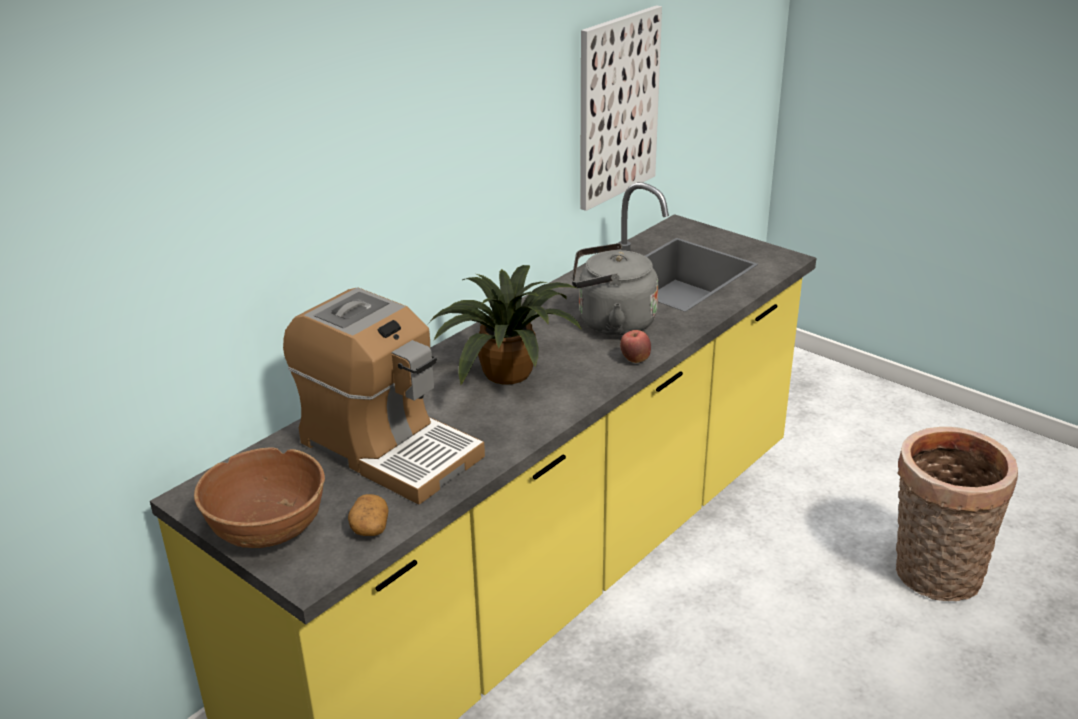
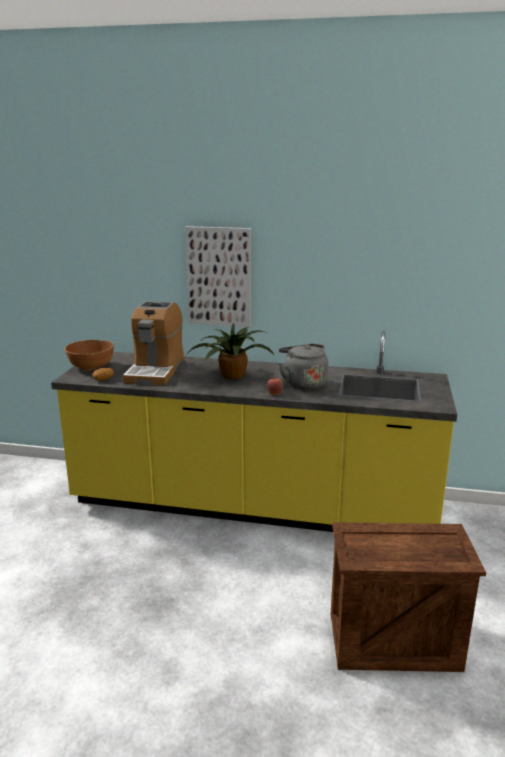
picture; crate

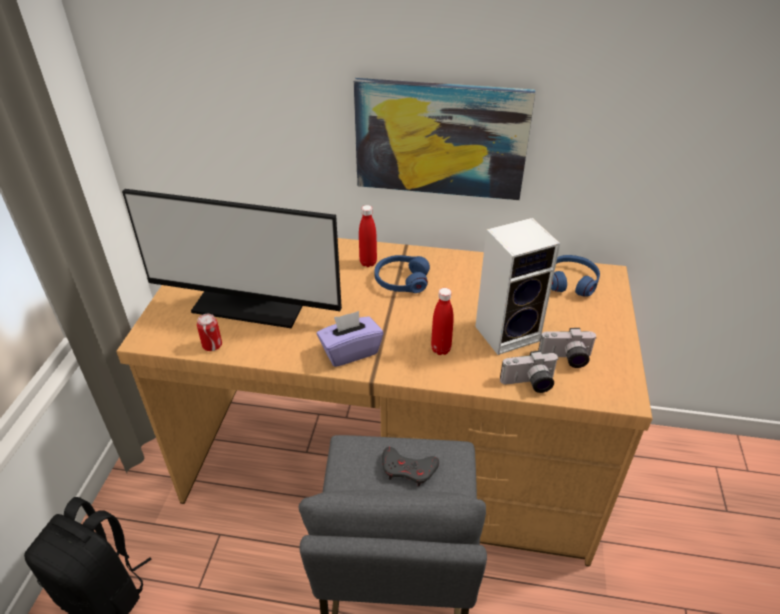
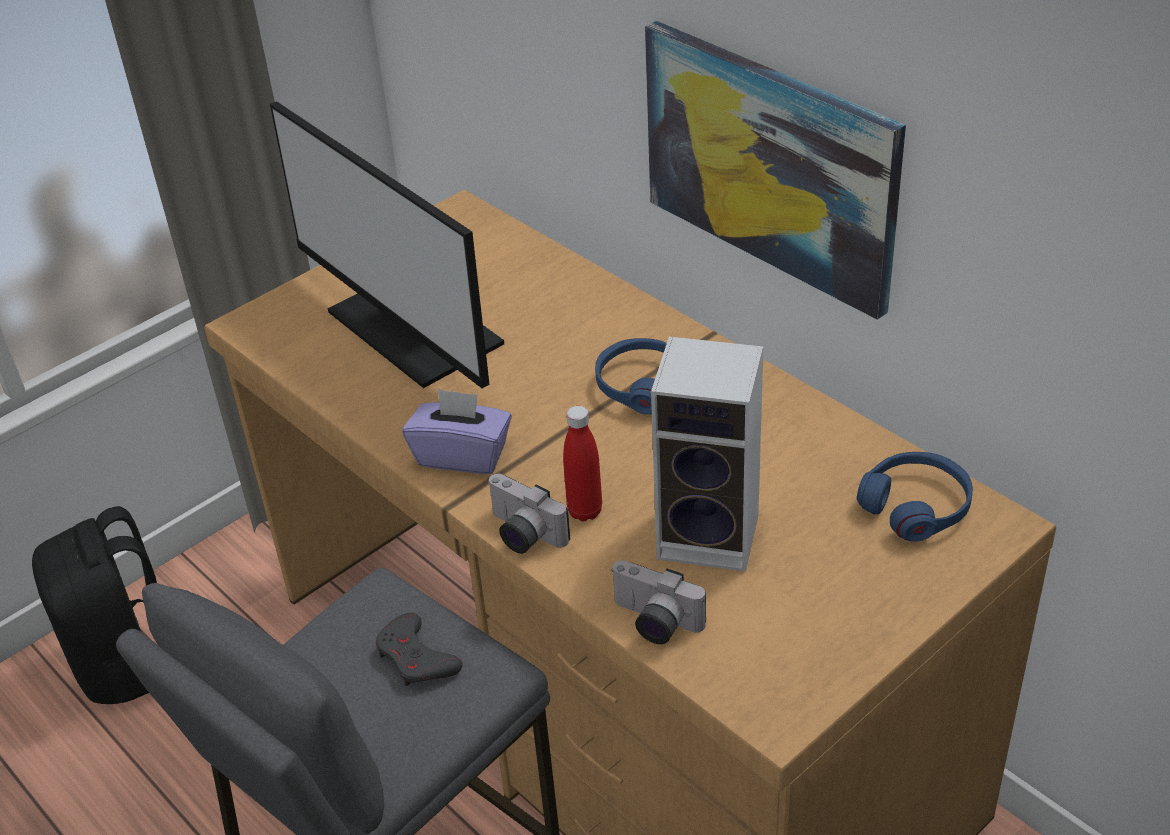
photo camera (1st from left); can; red bottle (1st from left in the first image)

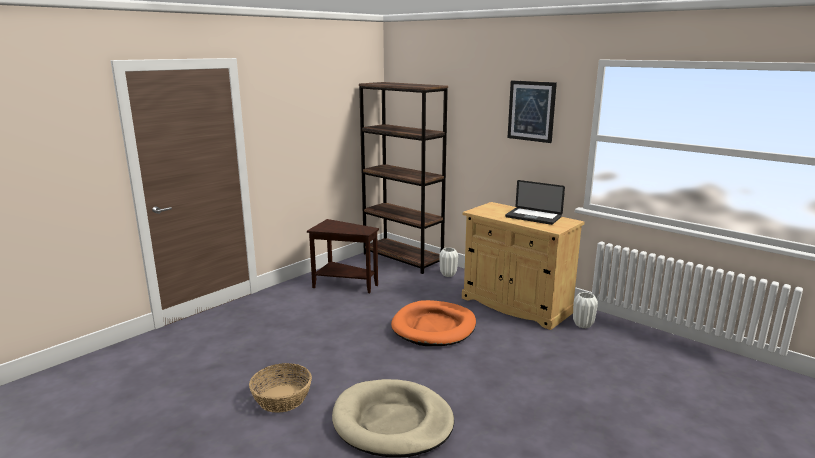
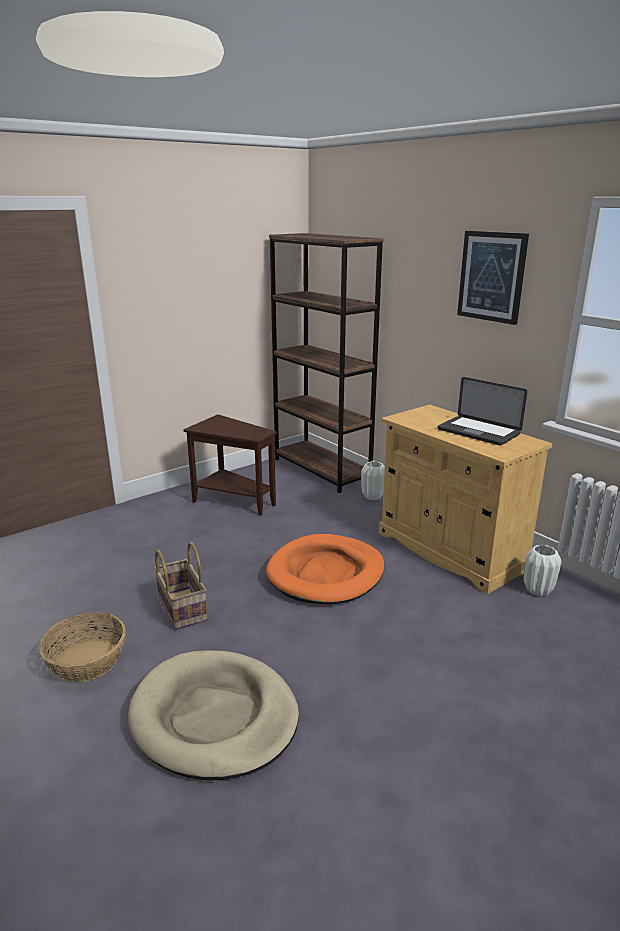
basket (2nd from left)

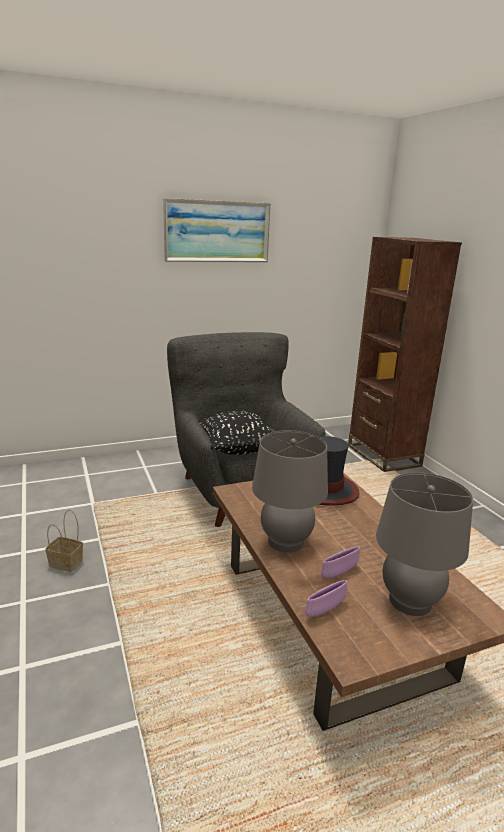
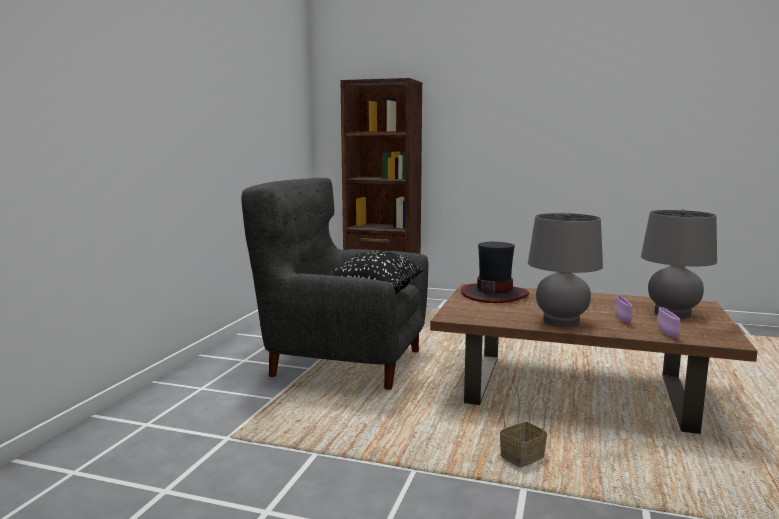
basket; picture

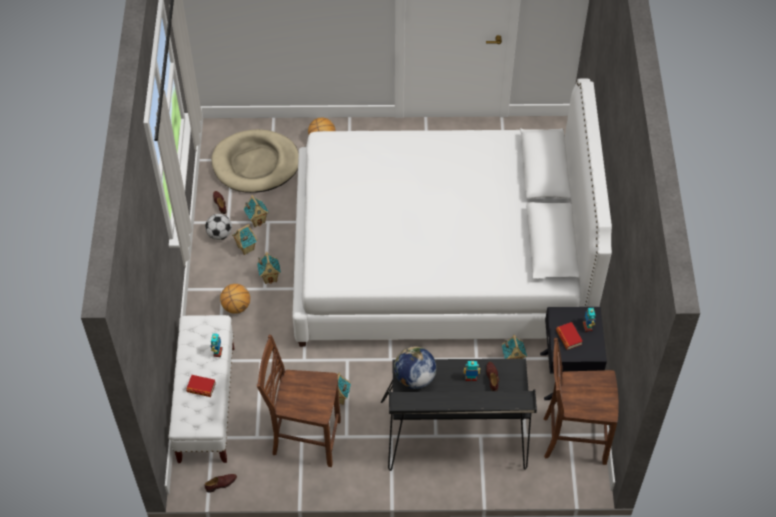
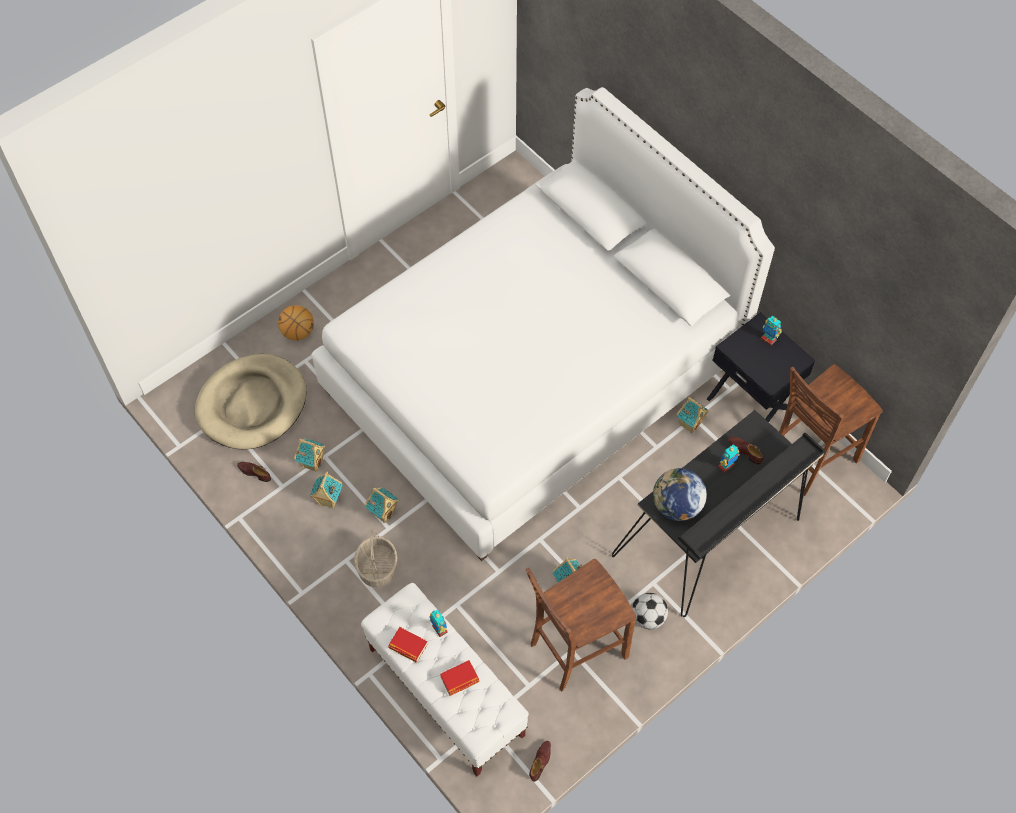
basket; book (1st from left); football

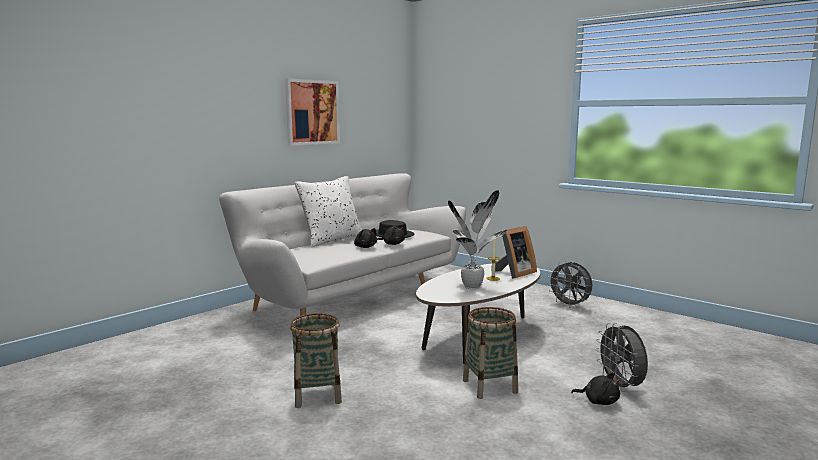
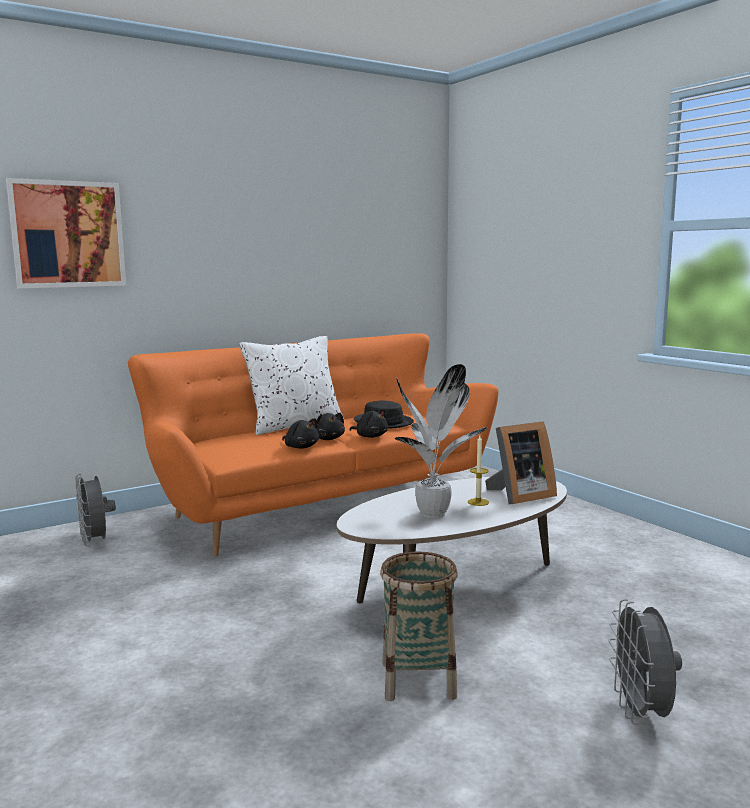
picture; grey fan (1st from left); orange sofa; black plush toy (1st from left); basket (1st from left in the first image)

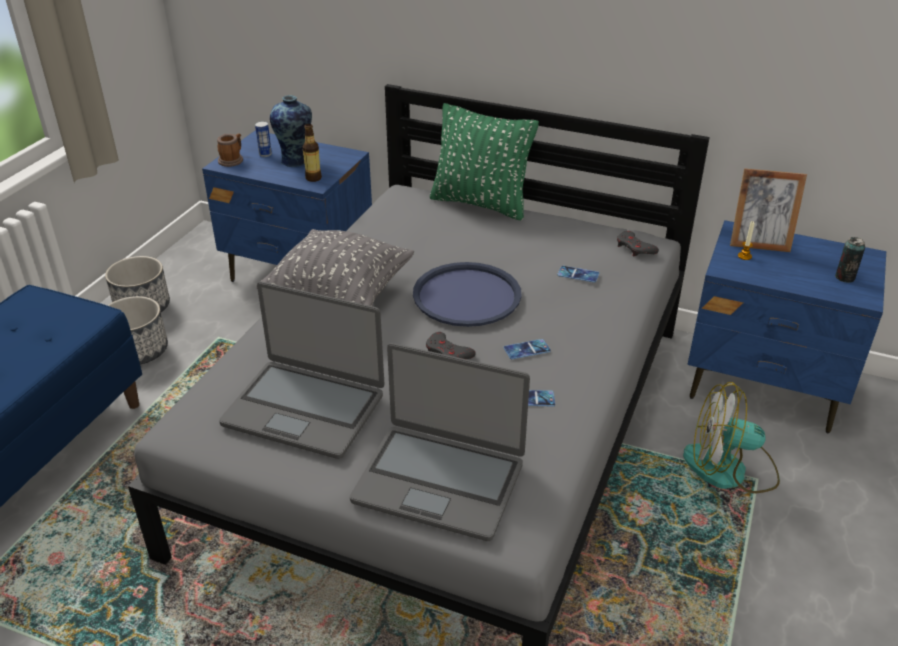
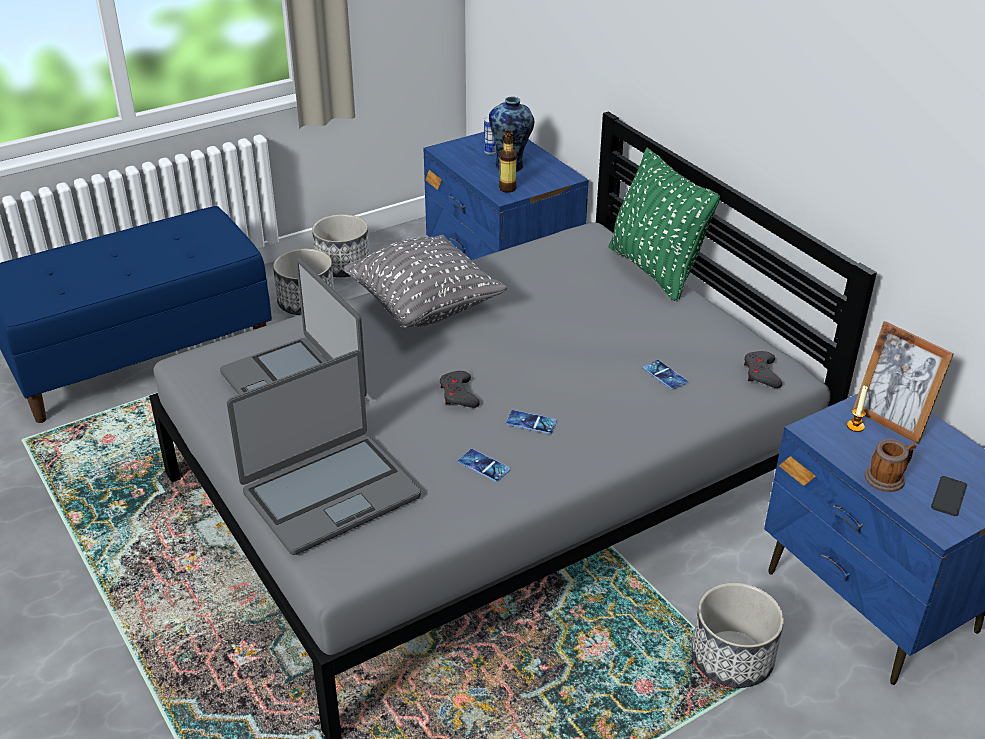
laptop (2nd from left); planter (3rd from left); mug; phone (4th from left); blue tray

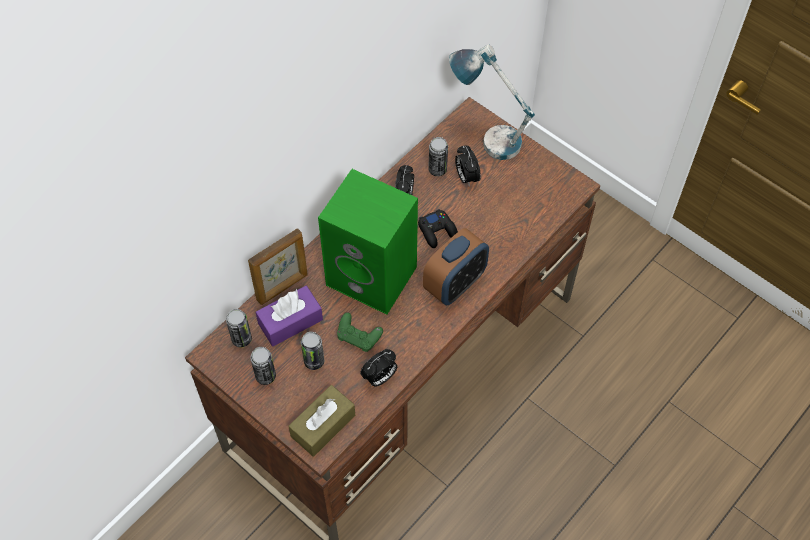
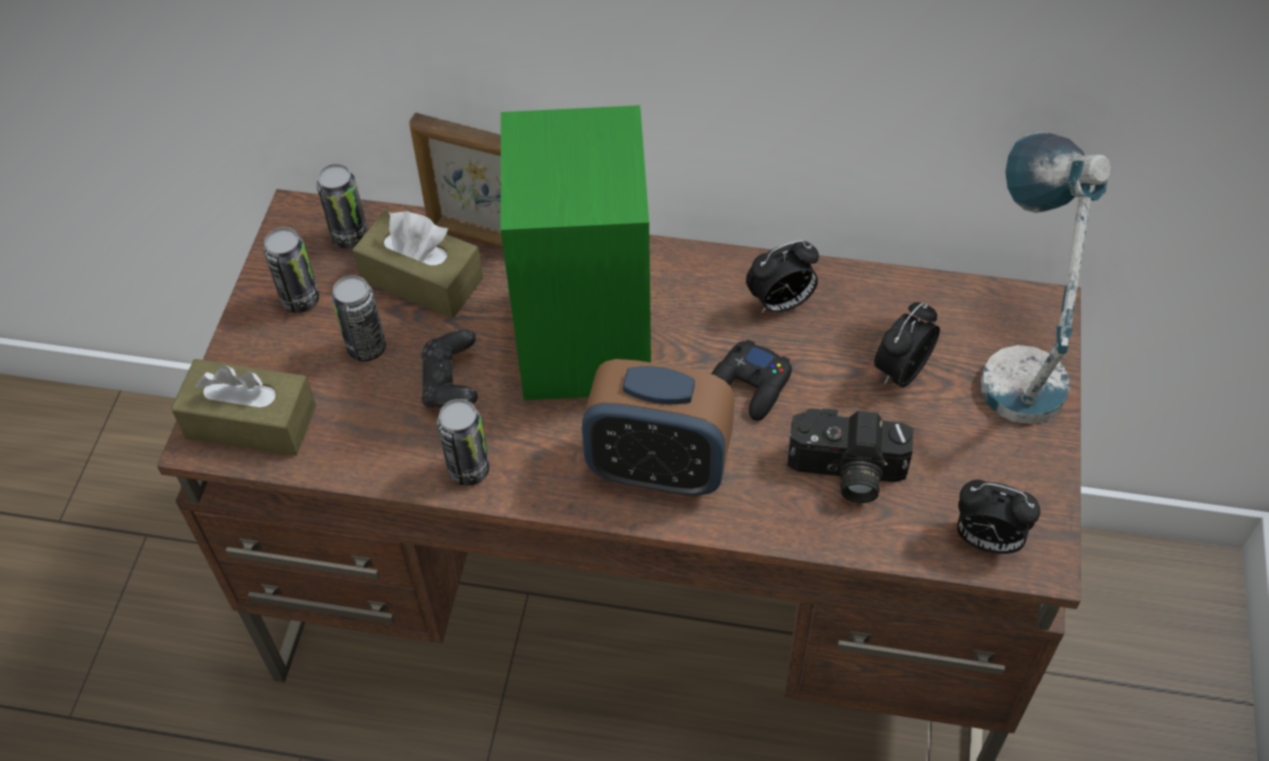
brown tissue box (2nd from left); black game controller (1st from left); can (4th from left); photo camera; alarm clock (4th from left)

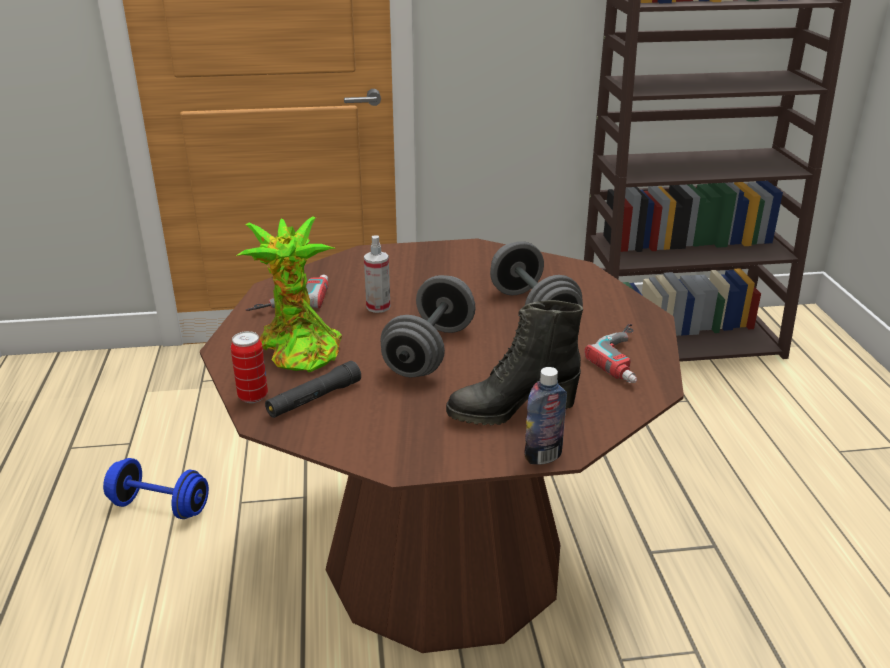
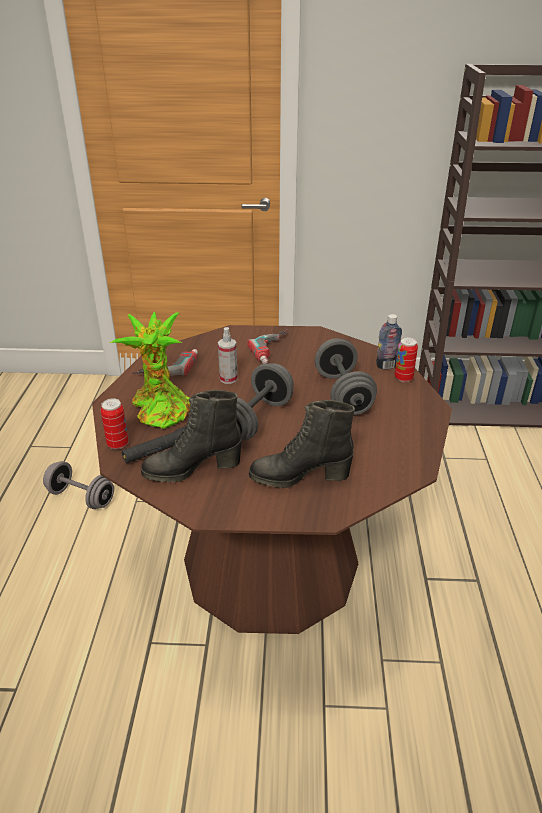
grey dumbbell (1st from left); black boot (1st from left); power drill (2nd from left); bottle; can (2nd from left)

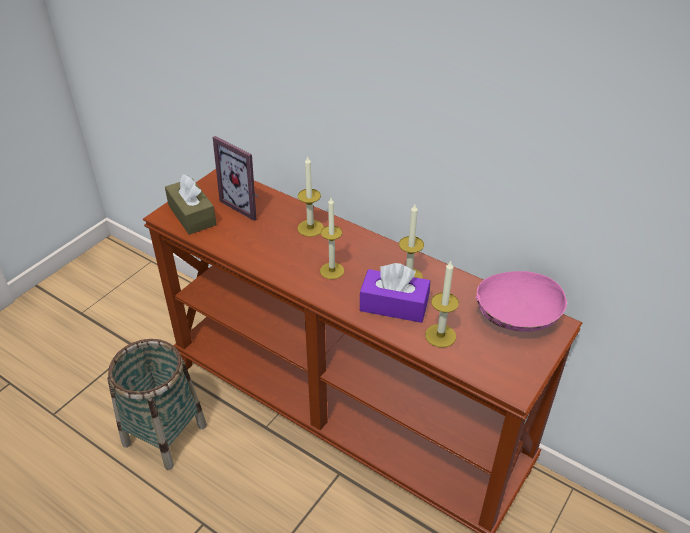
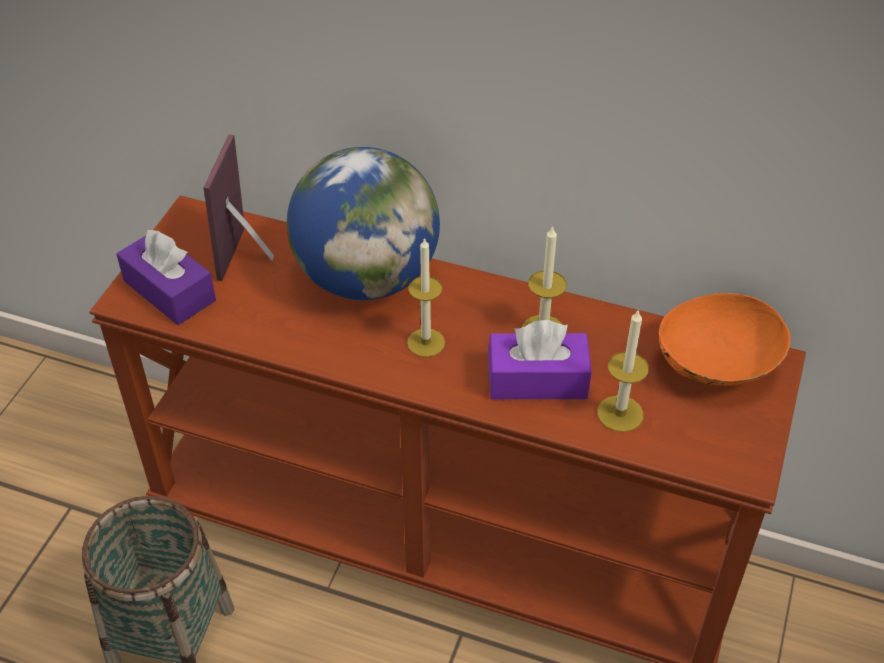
purple tissue box (1st from left); picture frame; globe; orange bowl

